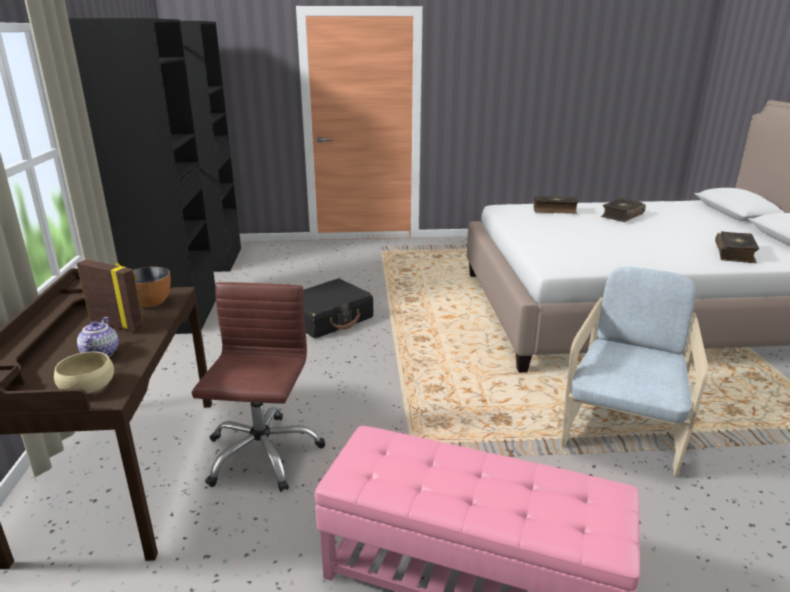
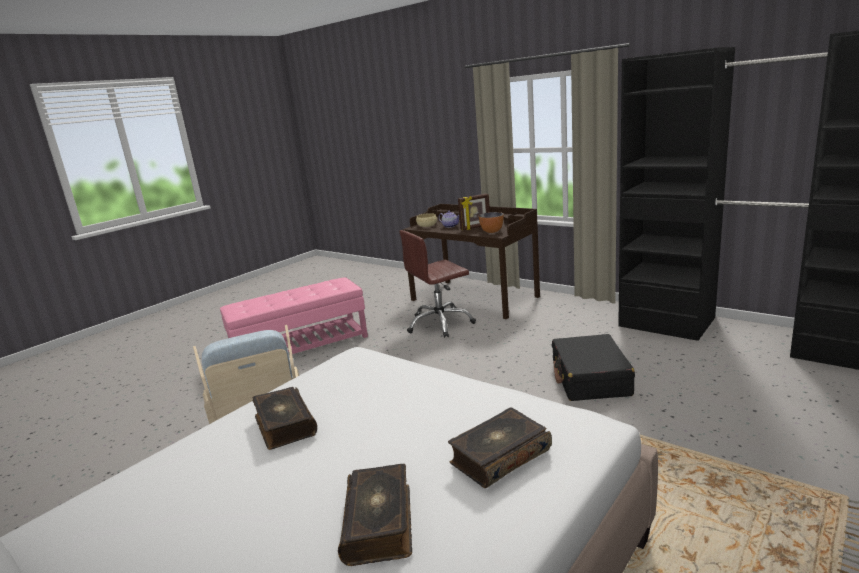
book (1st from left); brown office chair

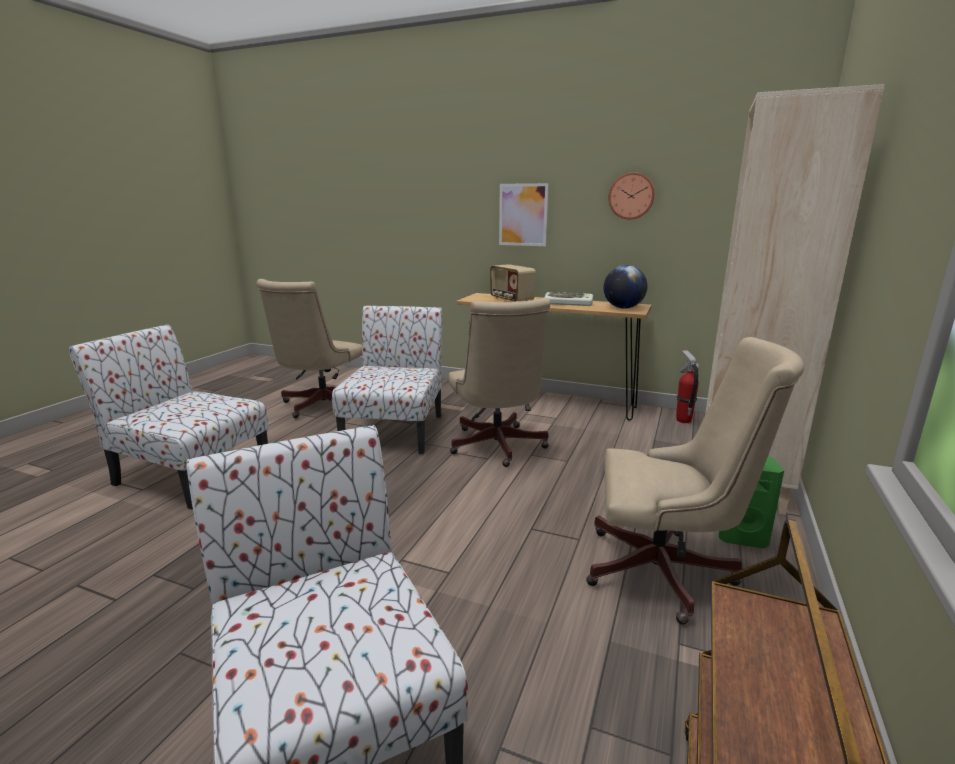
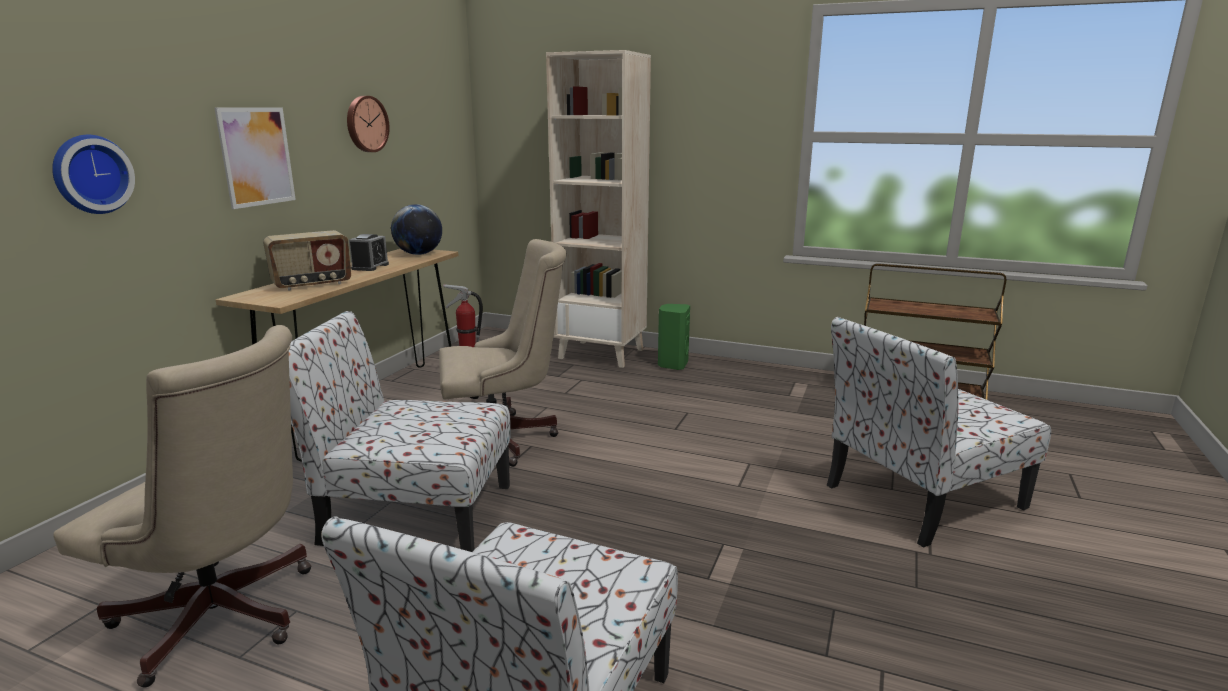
wall clock (1st from left); alarm clock; beige office chair (3rd from left in the first image)

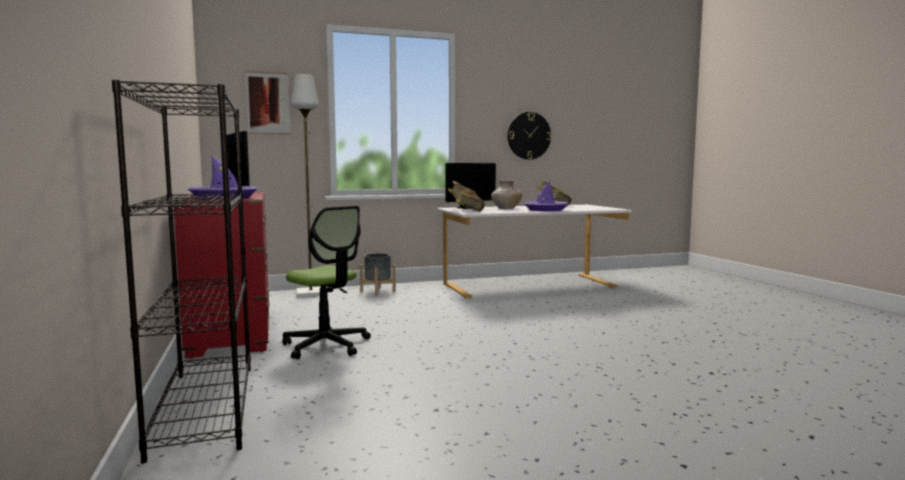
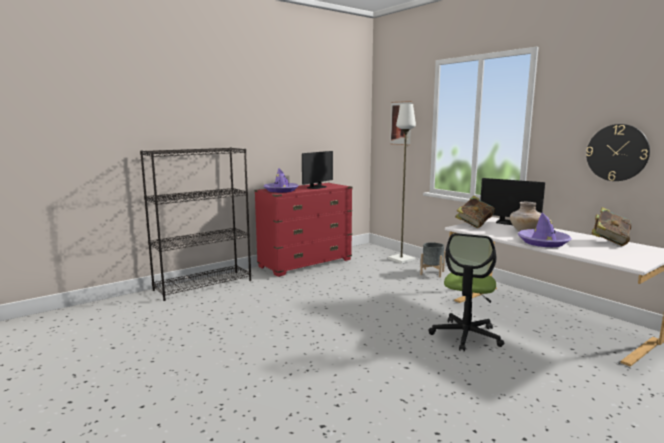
office chair

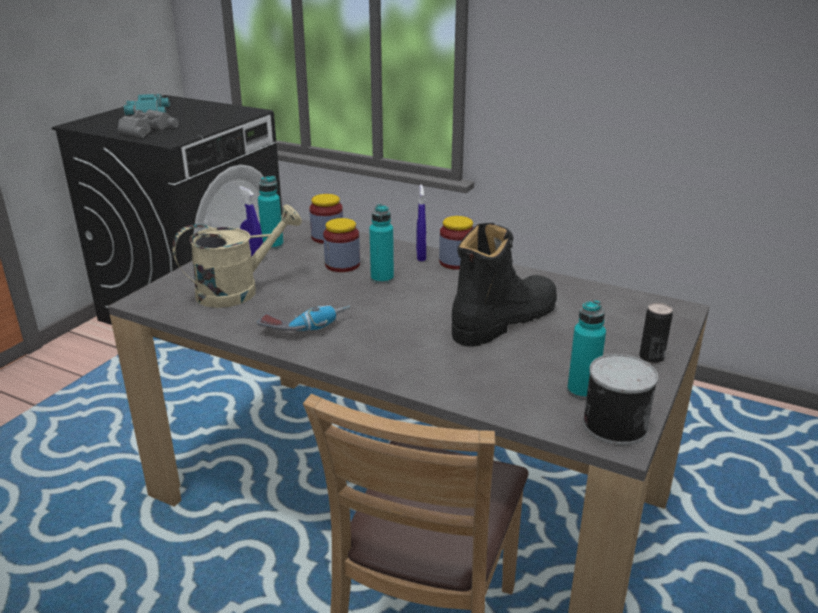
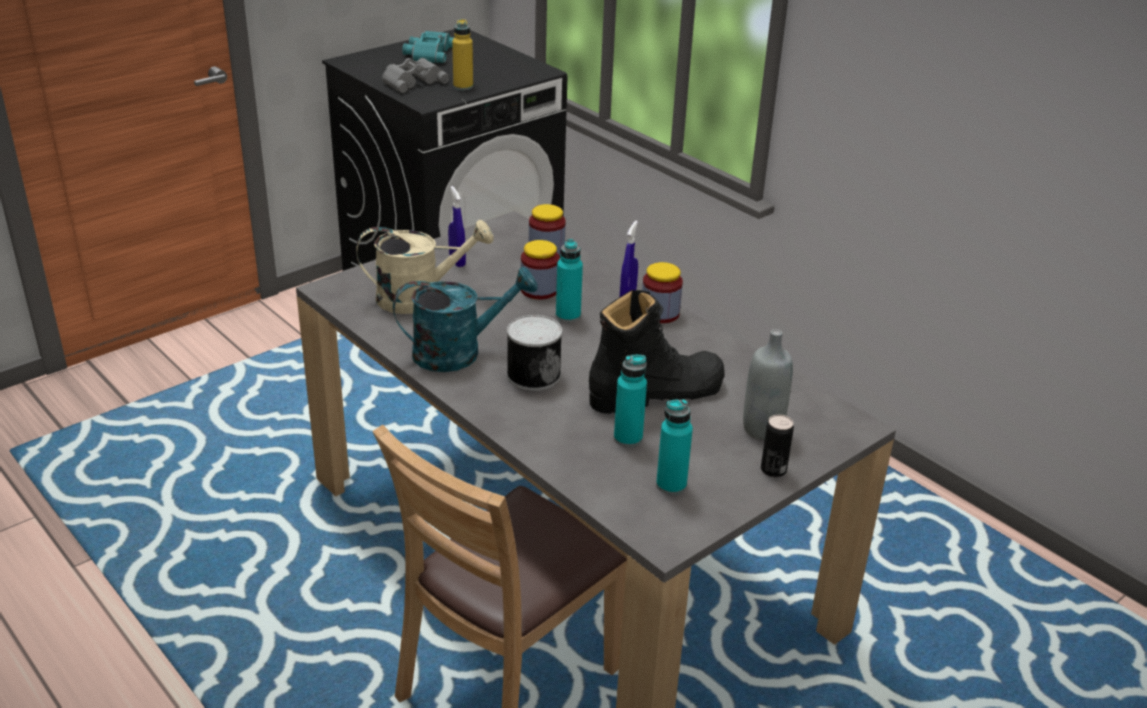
turquoise watering can; yellow bottle; can (1st from left); turquoise bottle (2nd from left); grey bottle

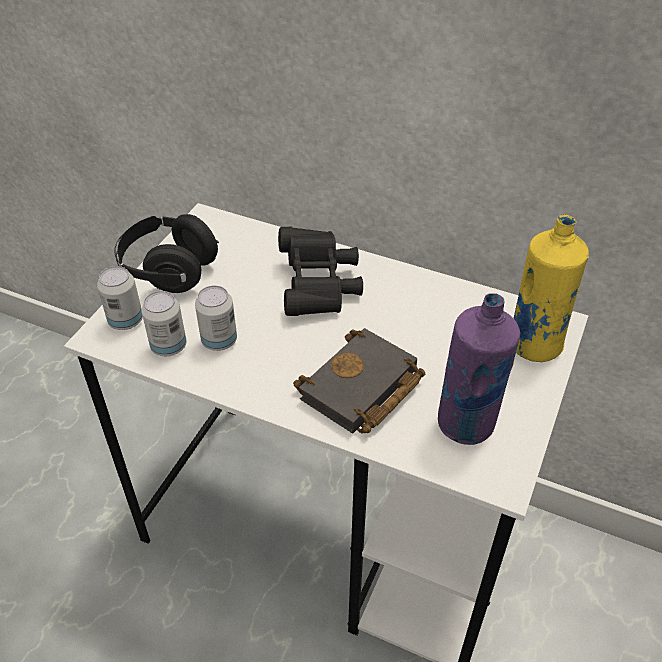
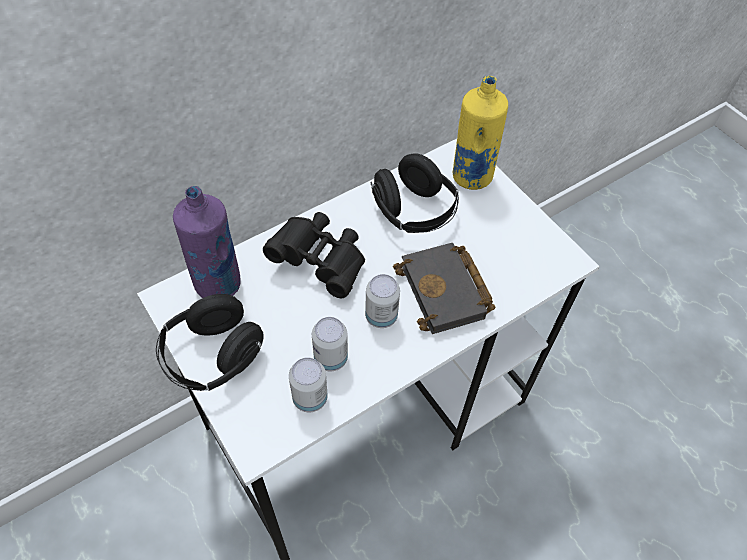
purple bottle; can (3rd from left); black headphones (2nd from left)

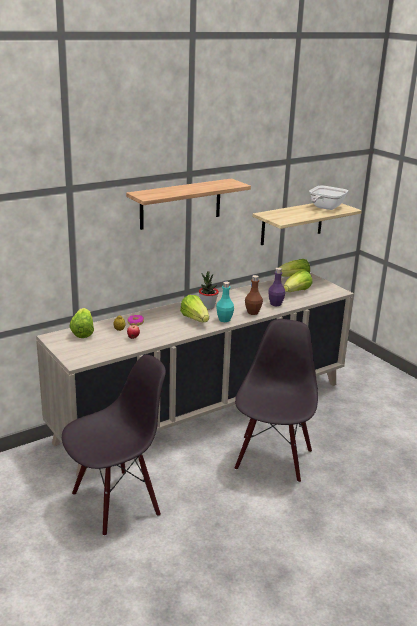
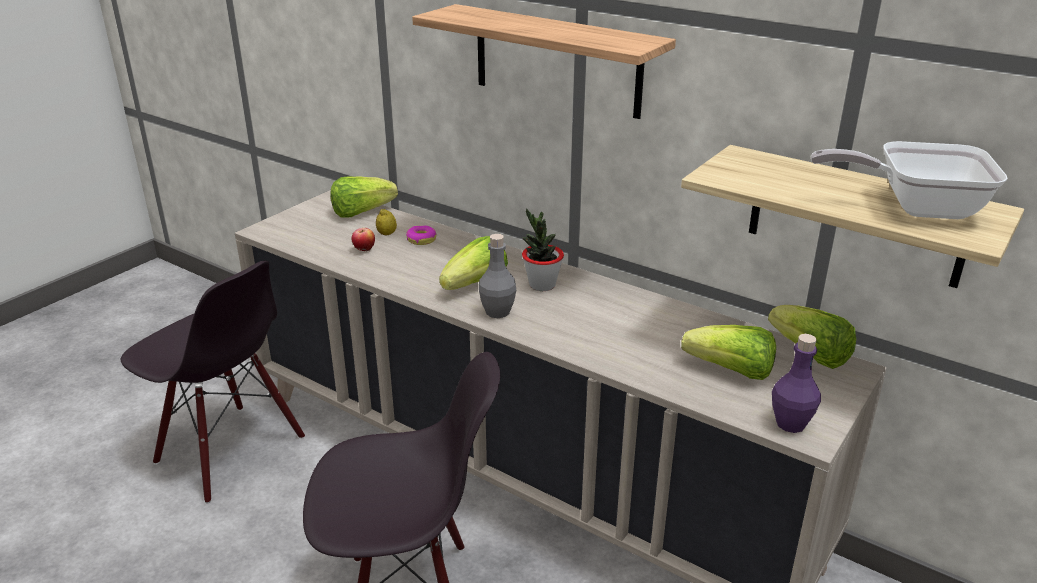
grey bottle; purple bottle; brown bottle

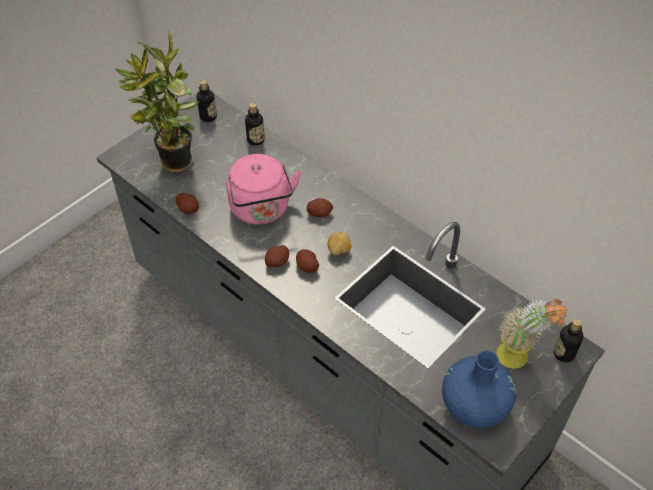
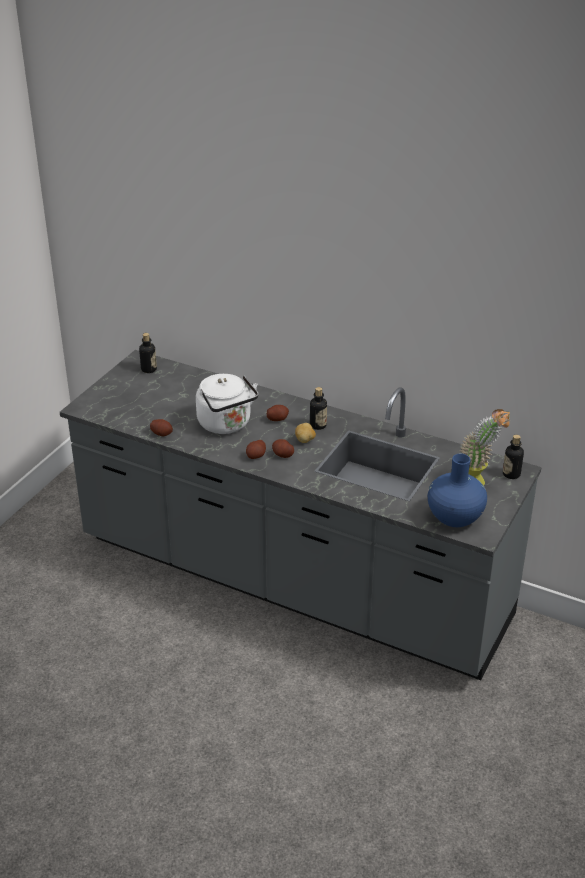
white kettle; bottle (2nd from left); potted plant (1st from left in the first image)

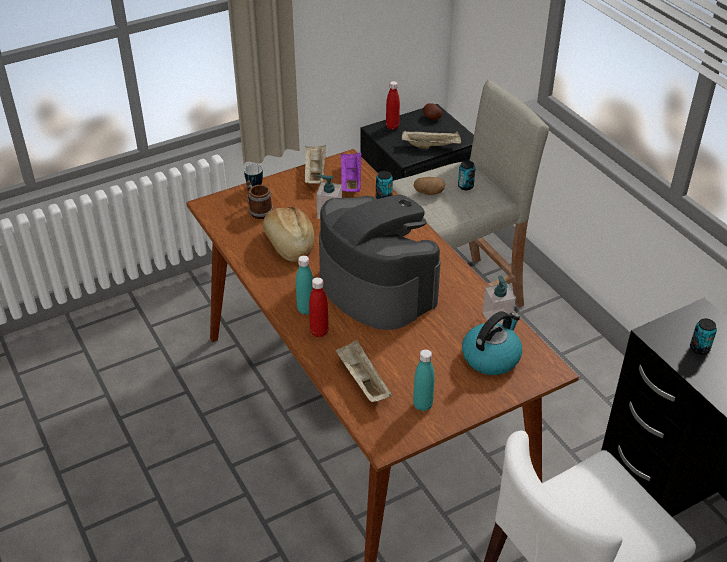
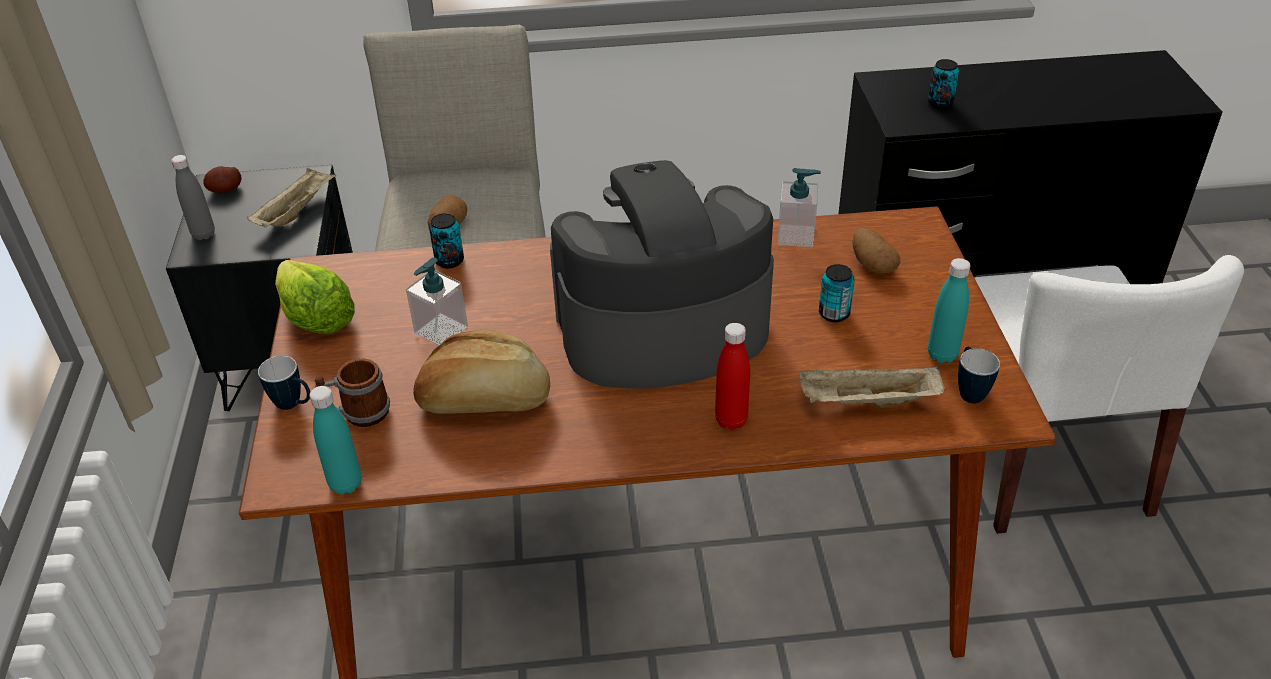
grey bottle; lettuce; turquoise bottle (1st from left); can (2nd from left); potato (3rd from left); mug (3rd from left); purple tray

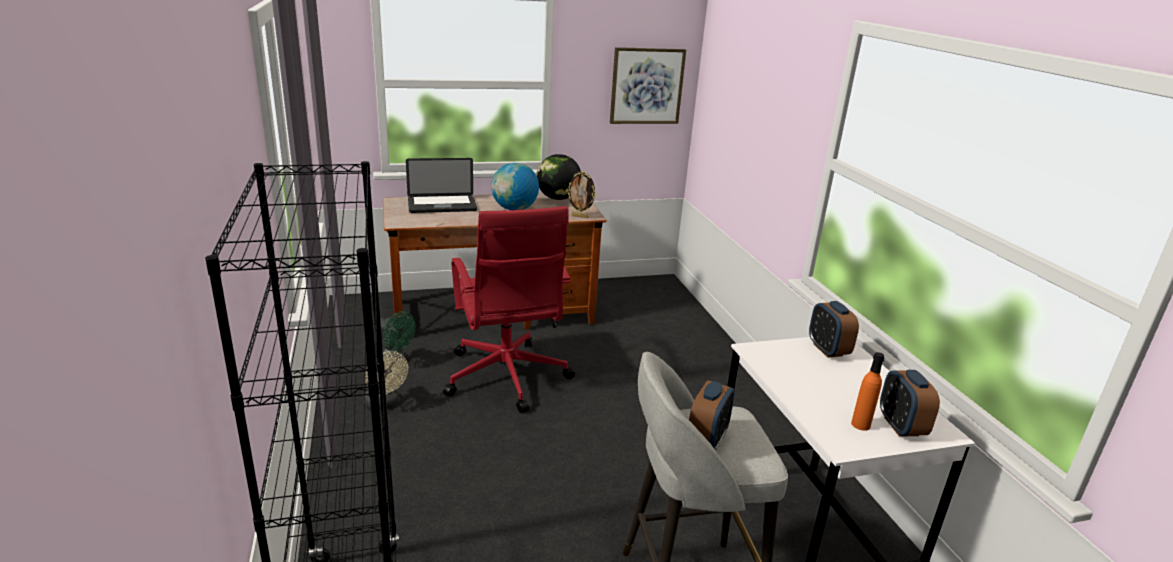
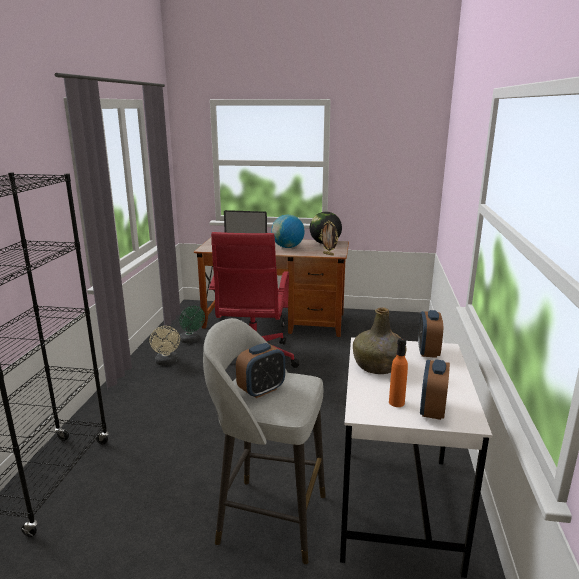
green bottle; picture

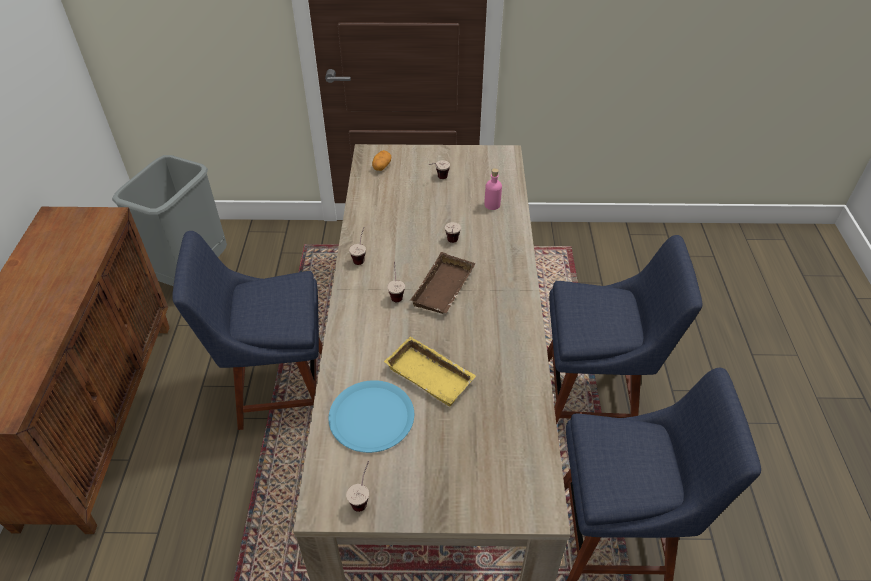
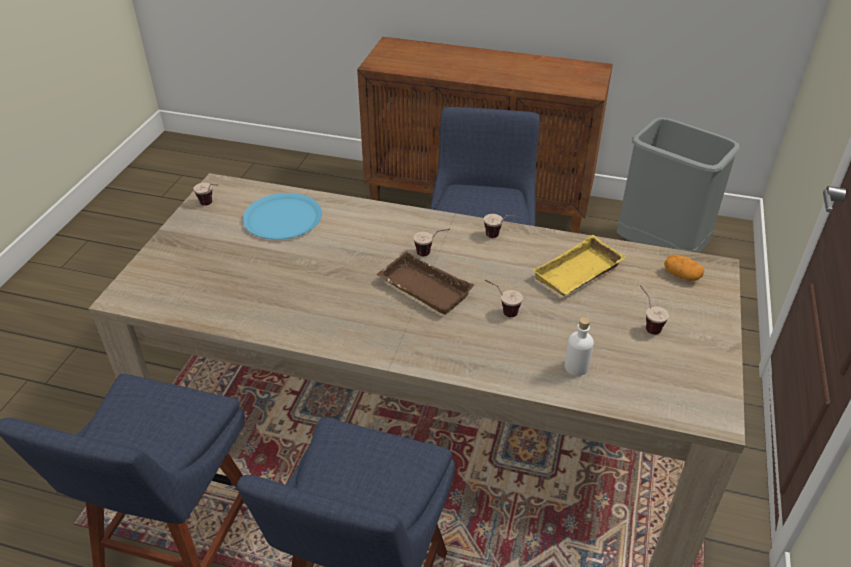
yellow tray; white bottle

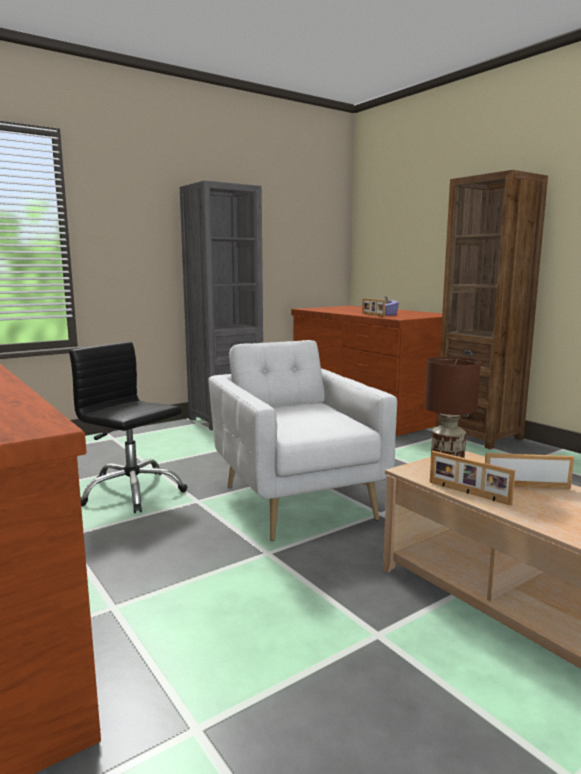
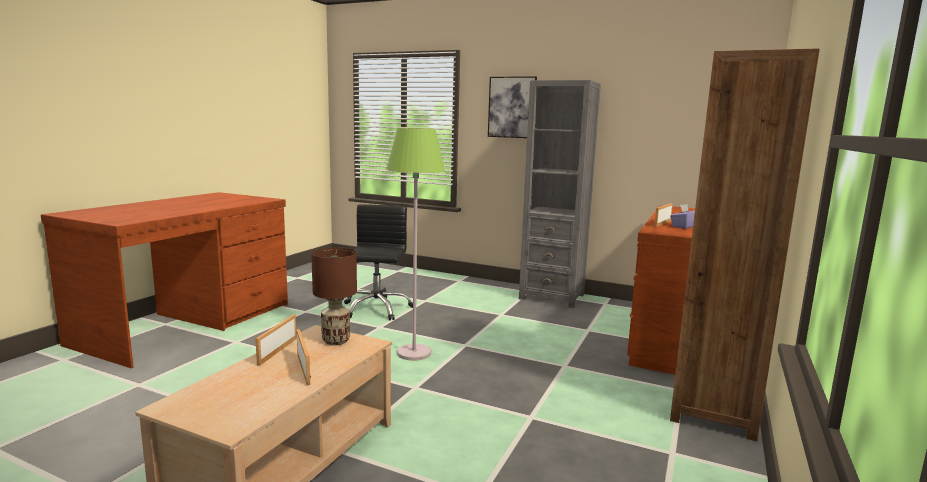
green floor lamp; picture

